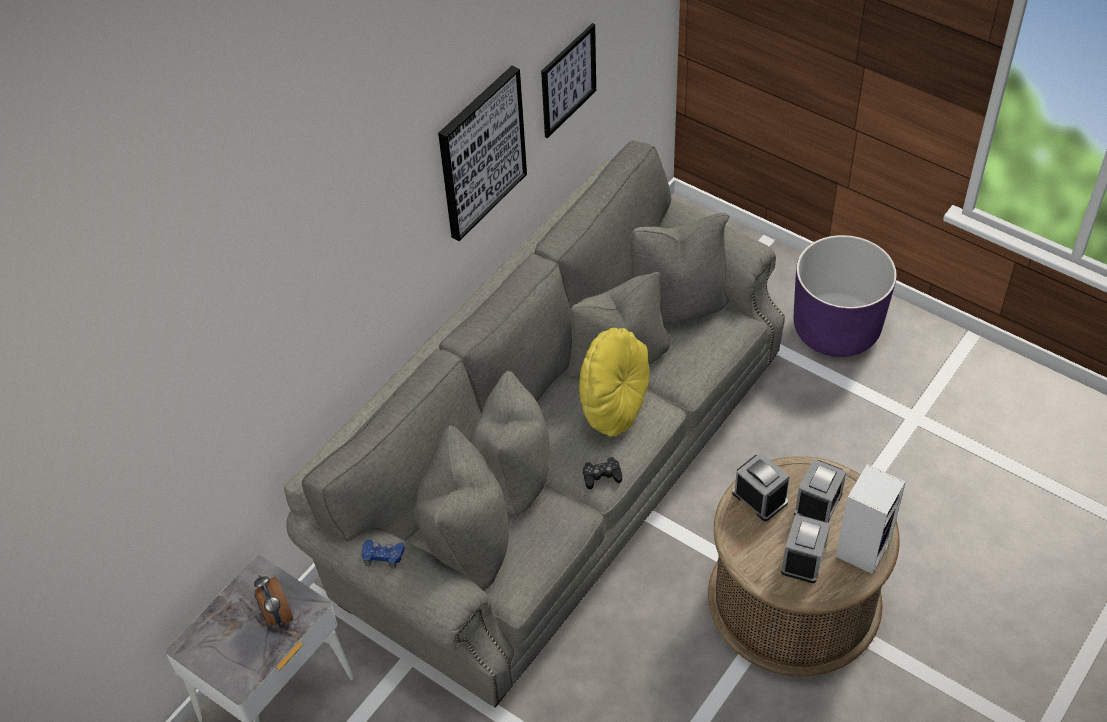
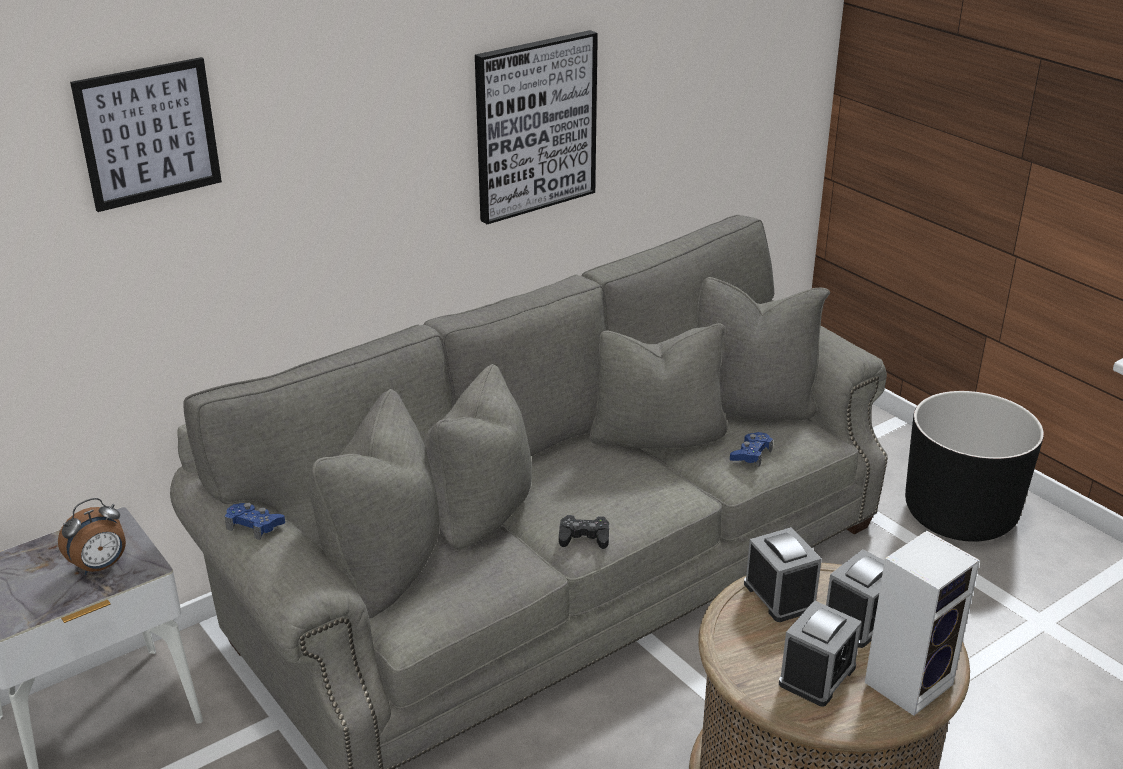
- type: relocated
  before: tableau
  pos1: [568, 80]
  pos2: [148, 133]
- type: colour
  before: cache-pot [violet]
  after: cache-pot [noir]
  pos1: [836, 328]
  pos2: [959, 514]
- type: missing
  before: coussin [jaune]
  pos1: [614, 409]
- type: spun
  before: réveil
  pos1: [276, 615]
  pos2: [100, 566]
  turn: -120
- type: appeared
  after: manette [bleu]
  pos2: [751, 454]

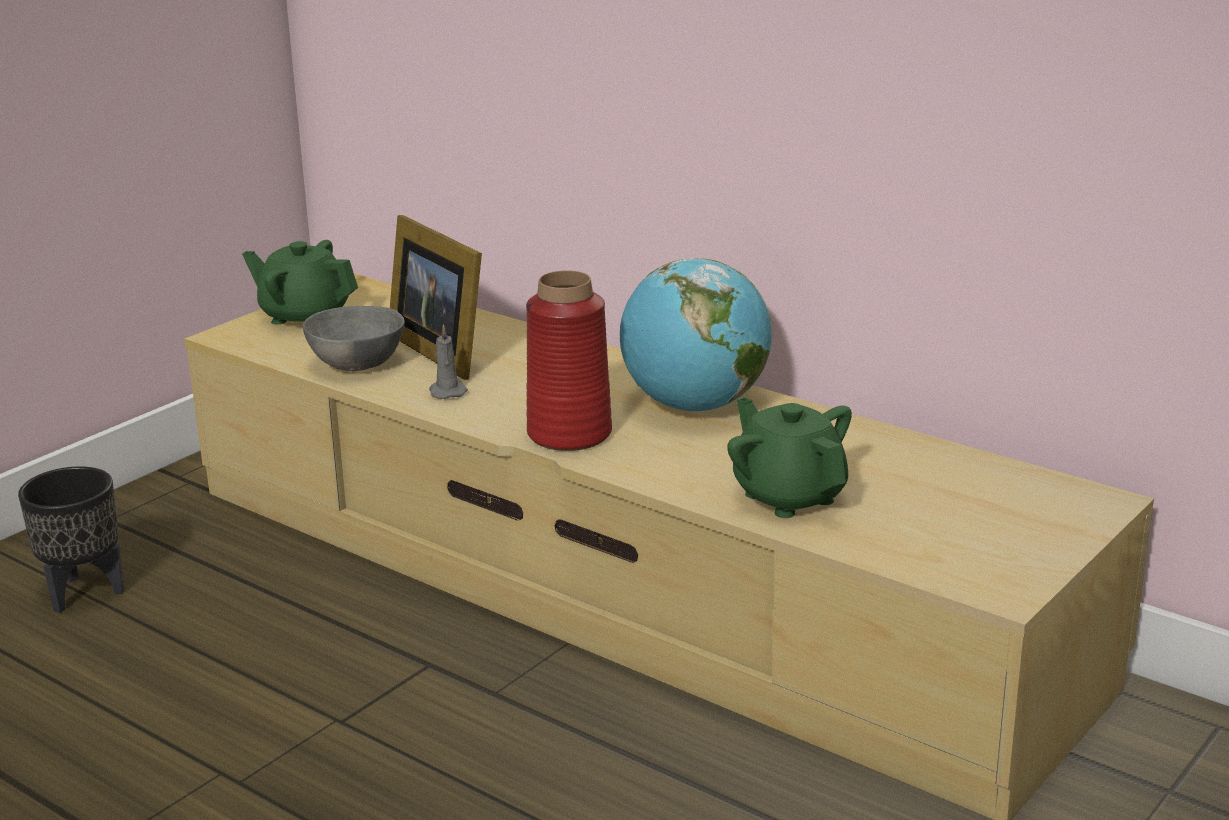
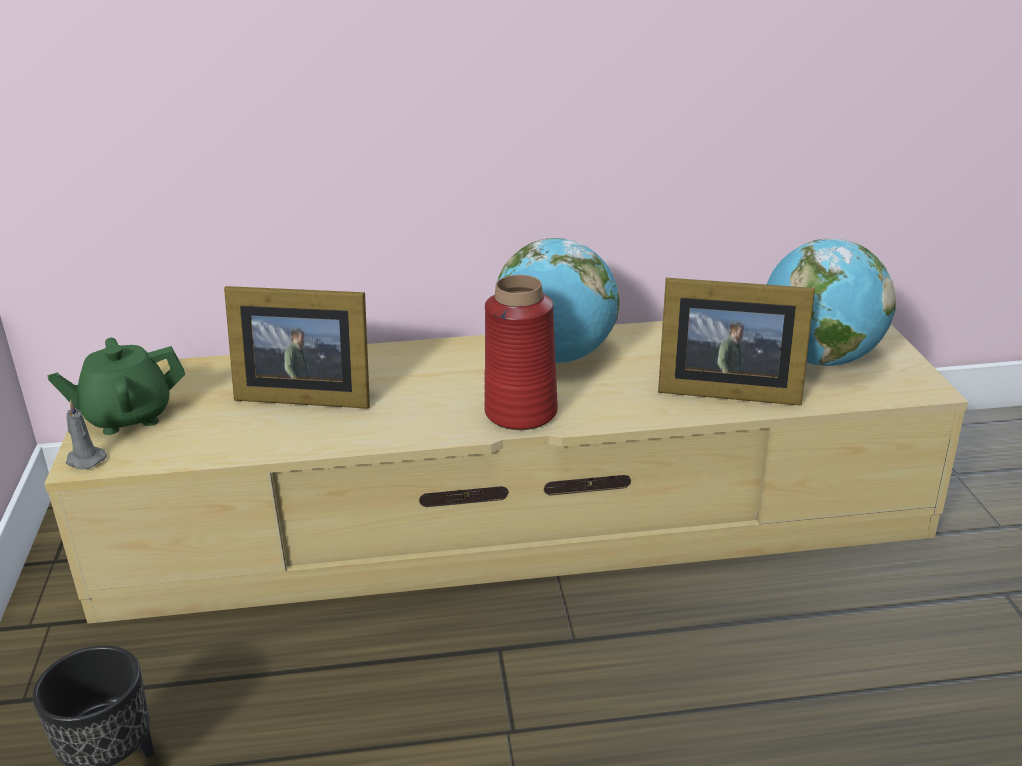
- type: missing
  before: bol [gris]
  pos1: [354, 365]
- type: relocated
  before: bougie [gris]
  pos1: [447, 391]
  pos2: [84, 460]
- type: exchanged
  before: théière [vert]
  after: cadre photo
  pos1: [788, 496]
  pos2: [724, 389]
- type: appeared
  after: globe
  pos2: [819, 359]

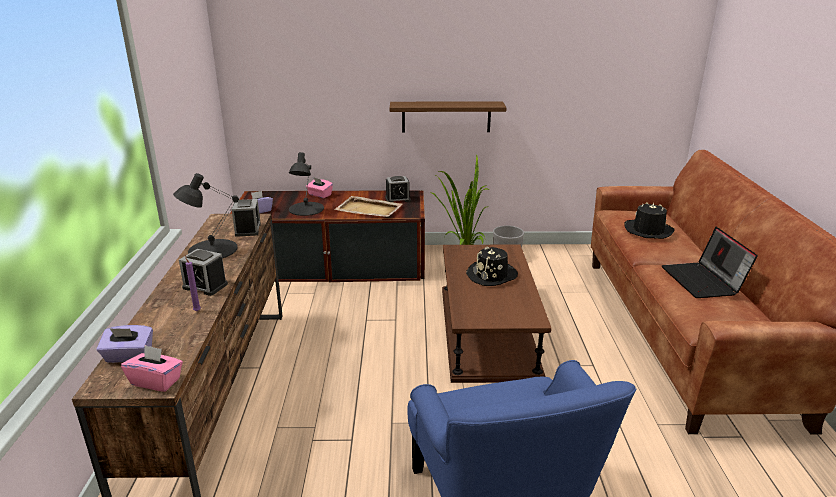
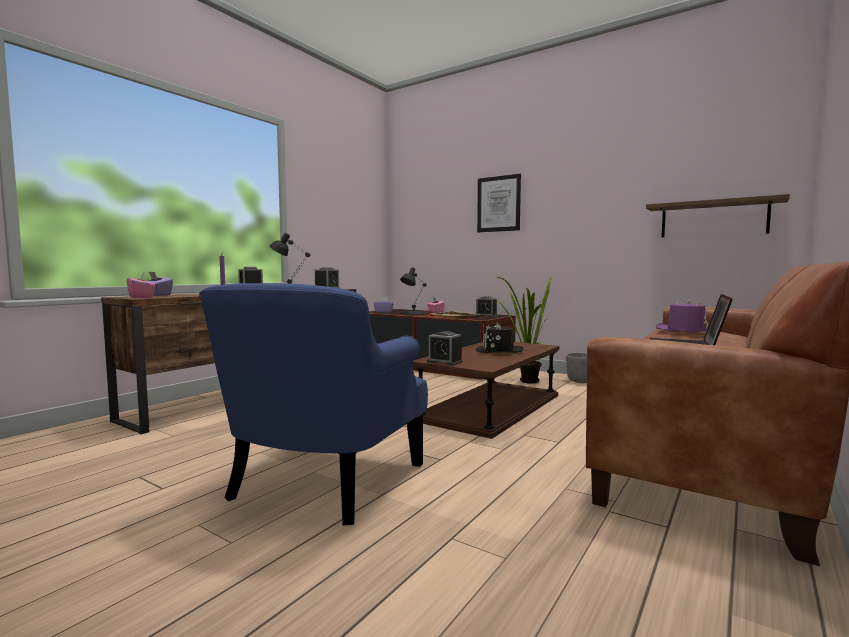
- type: relocated
  before: étagère [marron]
  pos1: [446, 116]
  pos2: [713, 219]
- type: colour
  before: chapeau [noir]
  after: chapeau [violet]
  pos1: [648, 230]
  pos2: [685, 331]
- type: appeared
  after: tableau
  pos2: [498, 204]
- type: appeared
  after: réveil
  pos2: [444, 362]

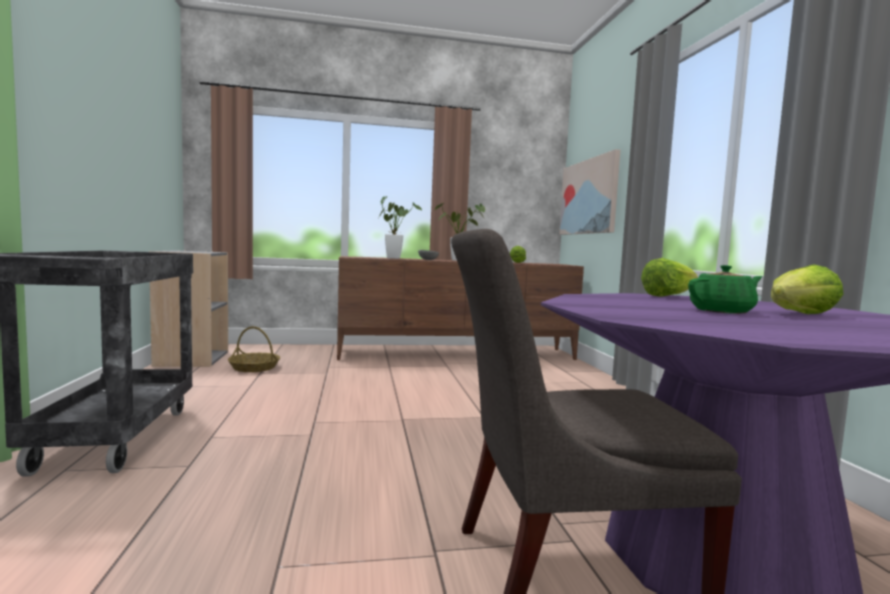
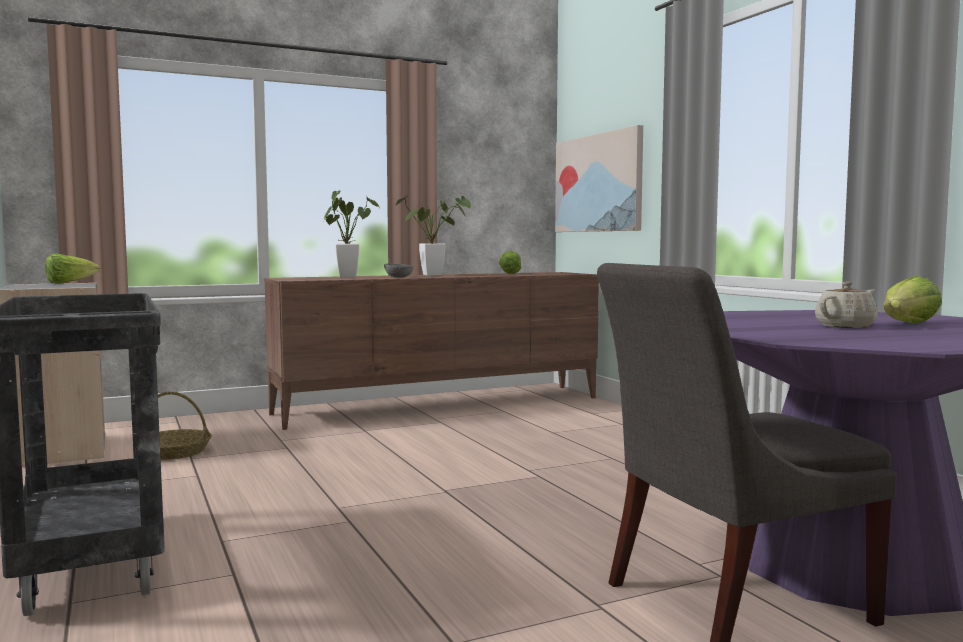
- type: relocated
  before: laitue
  pos1: [668, 296]
  pos2: [69, 283]
- type: colour
  before: théière [vert]
  after: théière [beige]
  pos1: [723, 311]
  pos2: [846, 326]

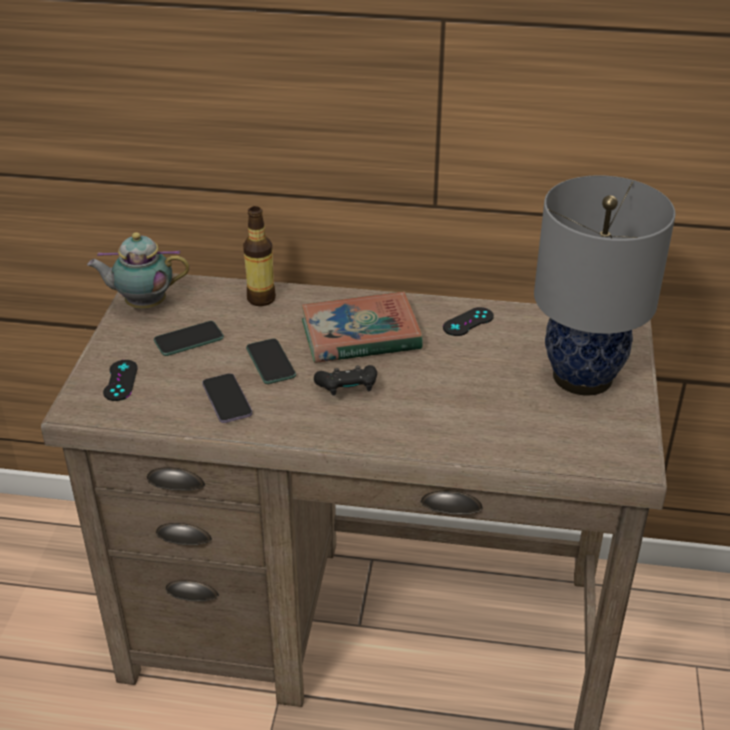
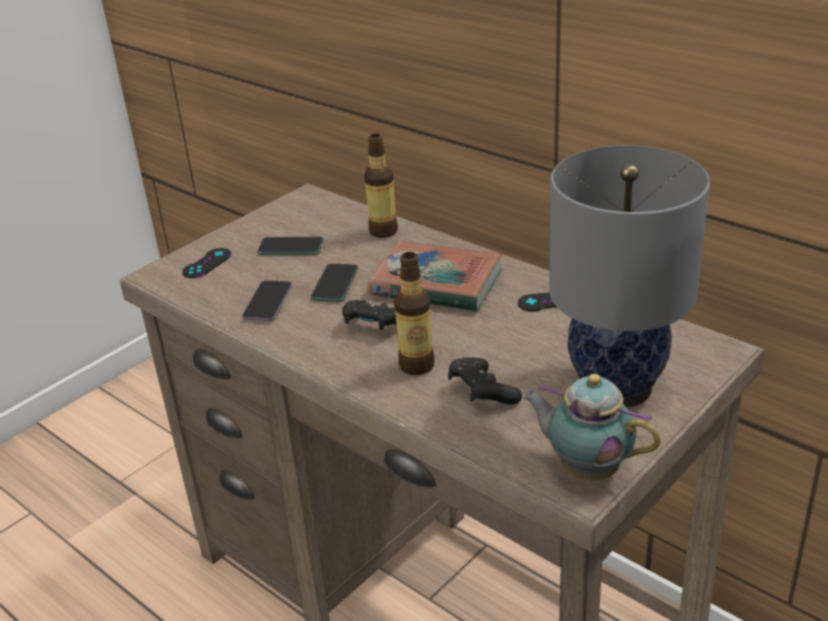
- type: relocated
  before: théière
  pos1: [143, 304]
  pos2: [586, 468]
- type: appeared
  after: bouteille
  pos2: [417, 365]
- type: appeared
  after: manette [noir]
  pos2: [482, 393]

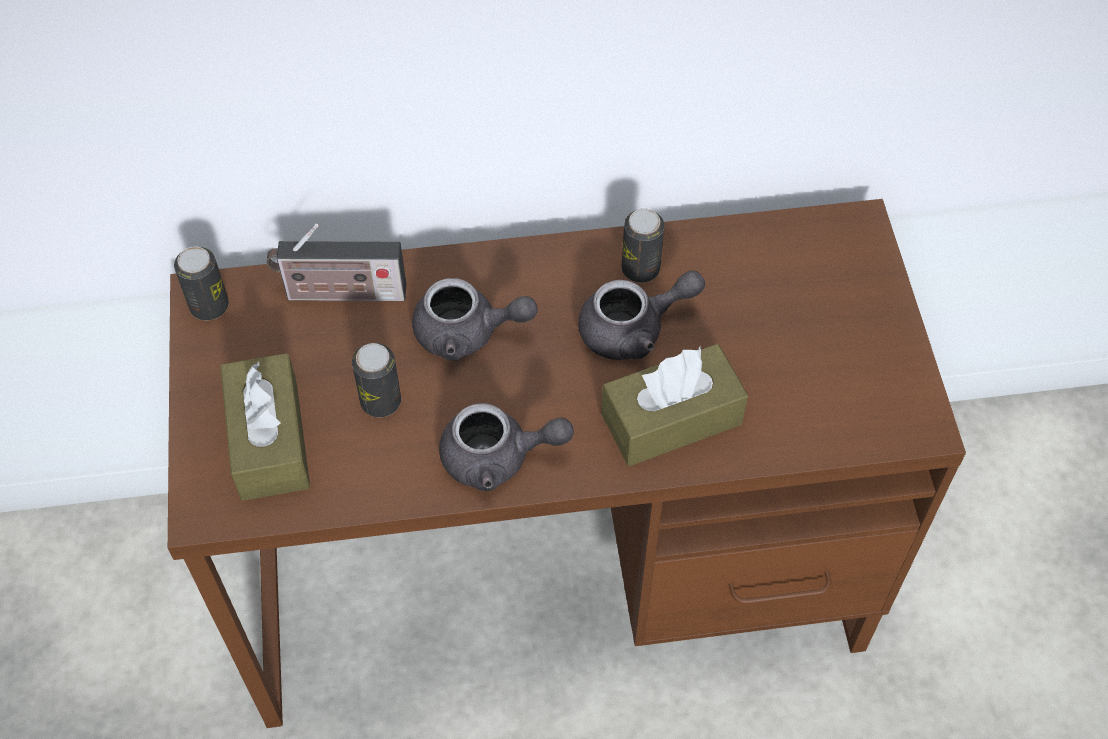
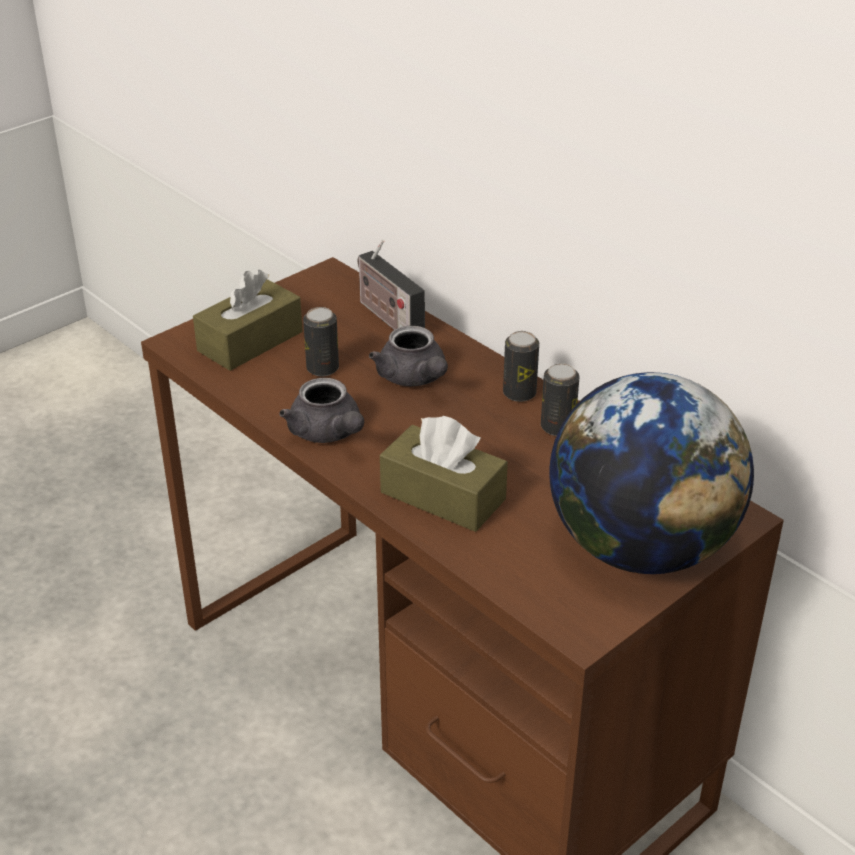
- type: relocated
  before: boîte métallique
  pos1: [209, 306]
  pos2: [519, 393]
- type: missing
  before: théière [gris]
  pos1: [634, 329]
- type: appeared
  after: globe
  pos2: [641, 547]

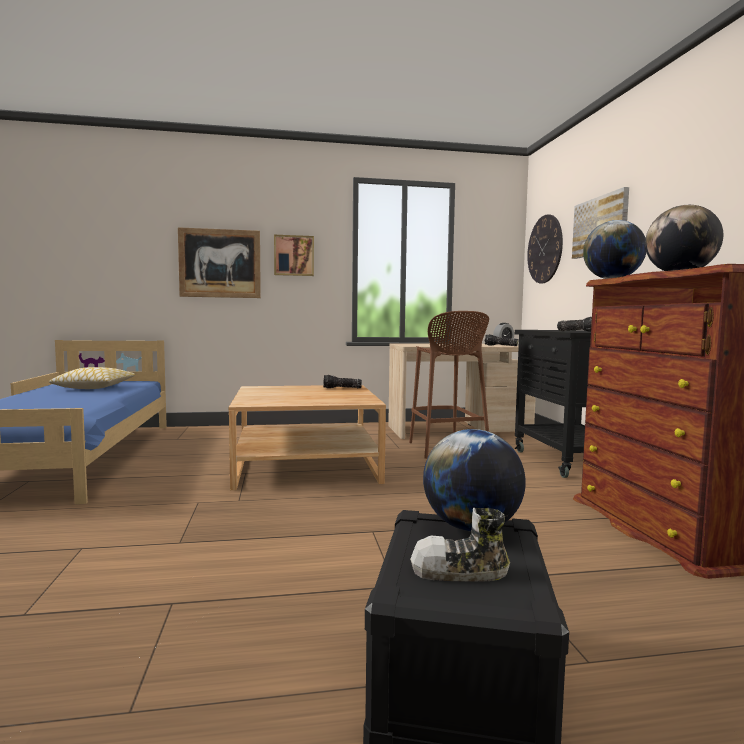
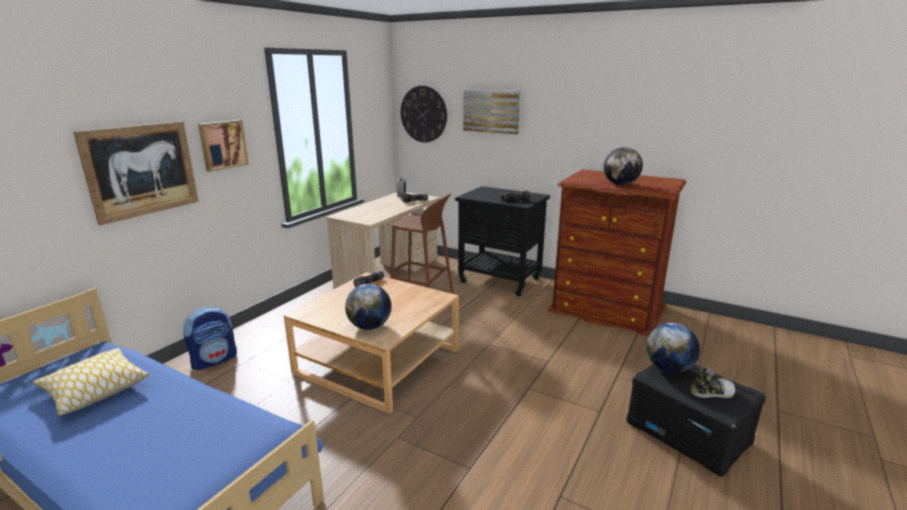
- type: relocated
  before: globe
  pos1: [612, 279]
  pos2: [370, 326]
- type: spun
  before: chaussure
  pos1: [459, 571]
  pos2: [711, 392]
  turn: -135
- type: appeared
  after: sac à dos
  pos2: [214, 360]

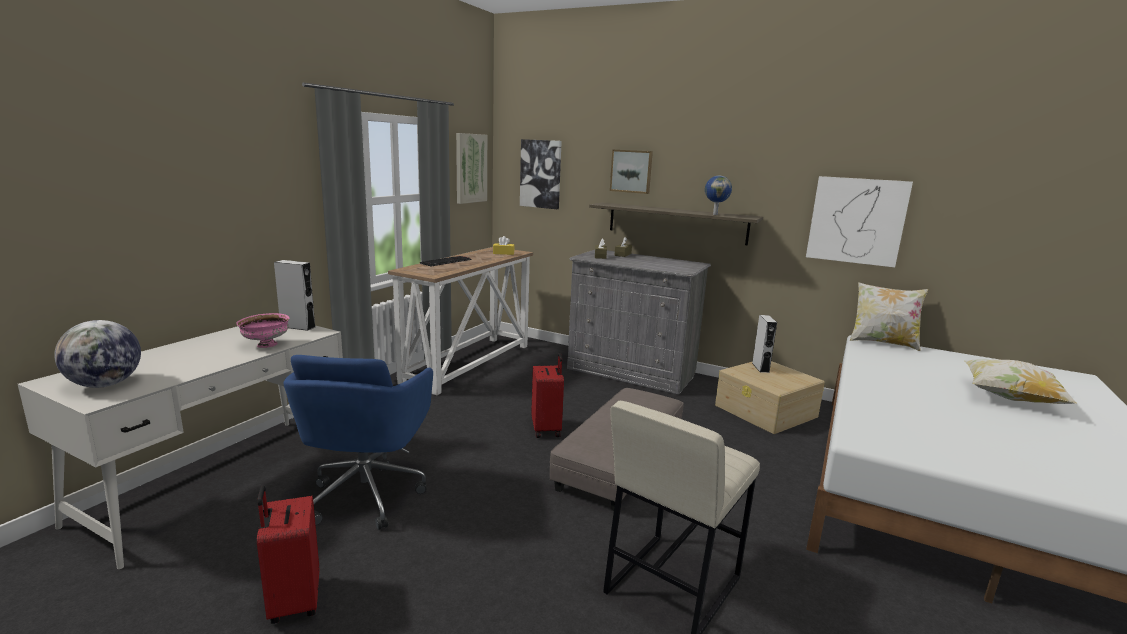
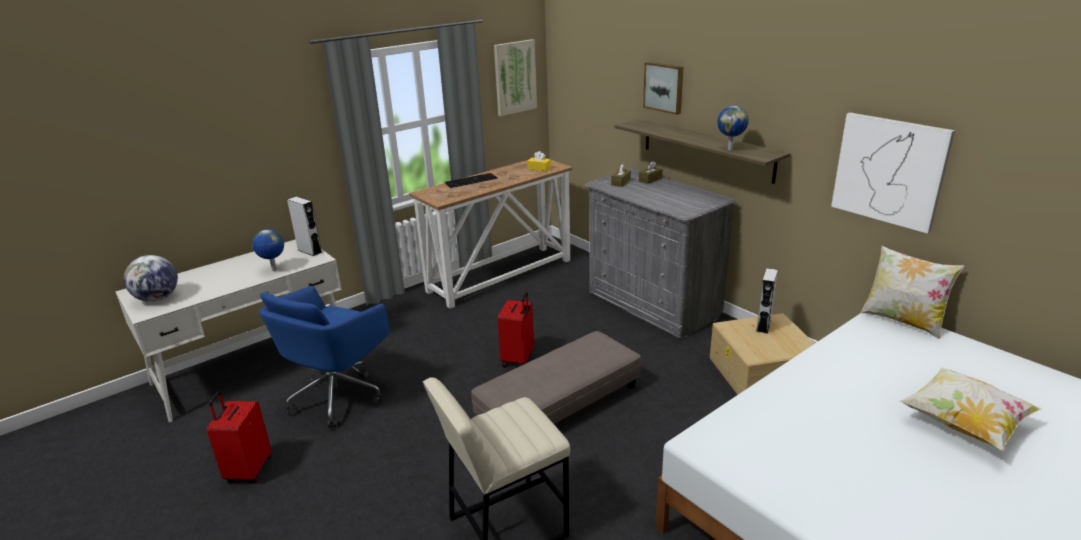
- type: missing
  before: tableau
  pos1: [541, 174]
- type: exchanged
  before: bol [rose]
  after: globe
  pos1: [266, 345]
  pos2: [274, 270]

